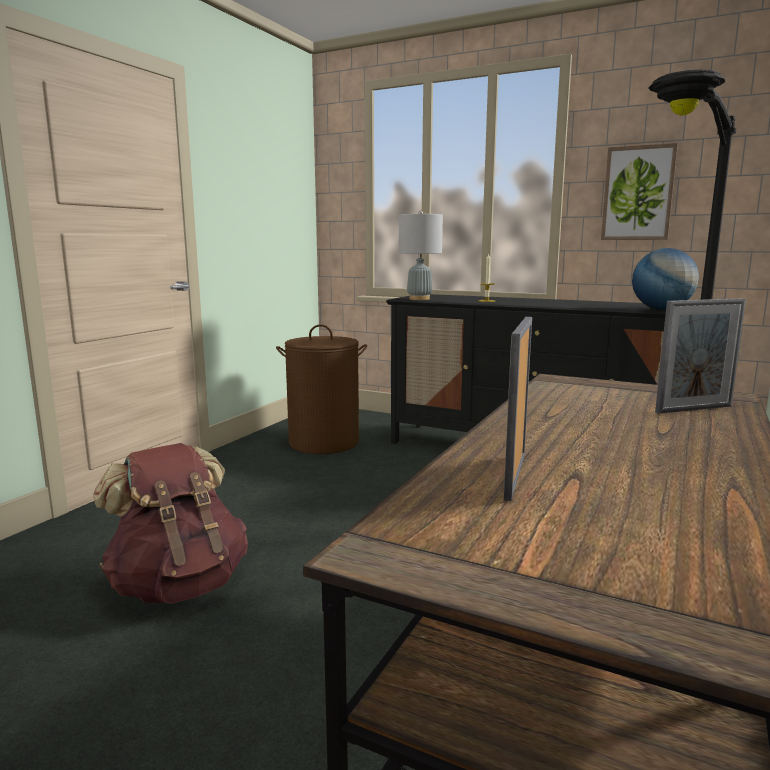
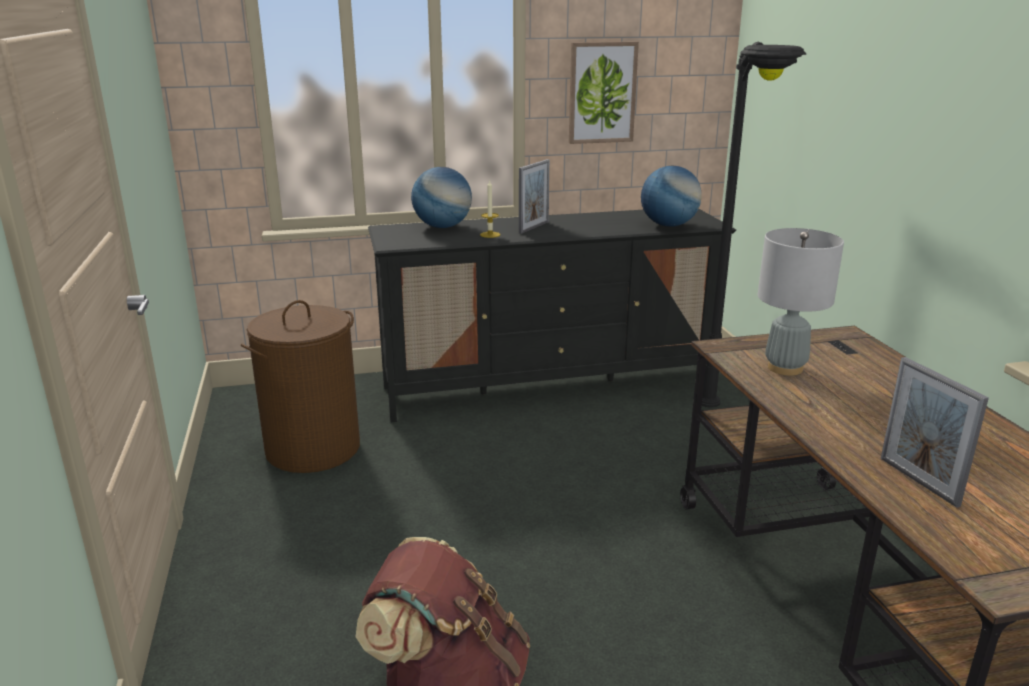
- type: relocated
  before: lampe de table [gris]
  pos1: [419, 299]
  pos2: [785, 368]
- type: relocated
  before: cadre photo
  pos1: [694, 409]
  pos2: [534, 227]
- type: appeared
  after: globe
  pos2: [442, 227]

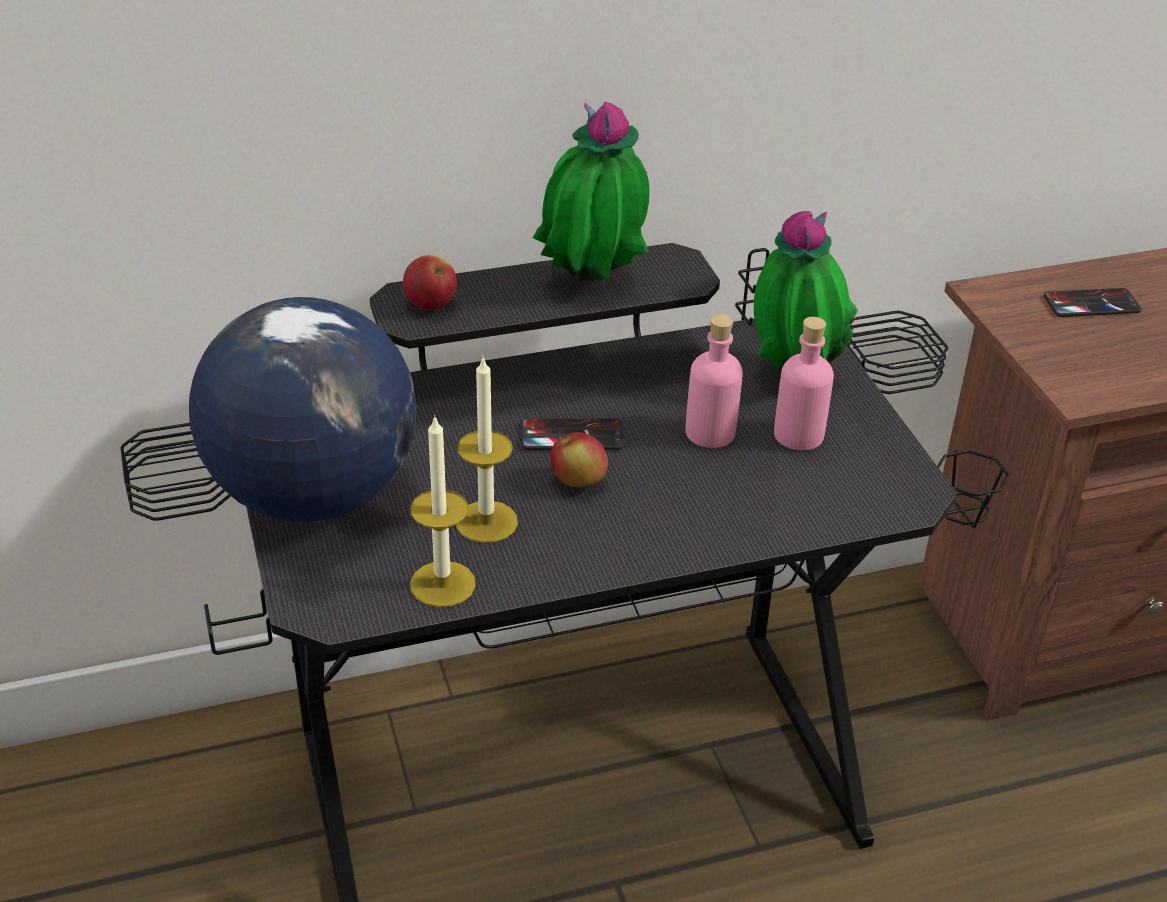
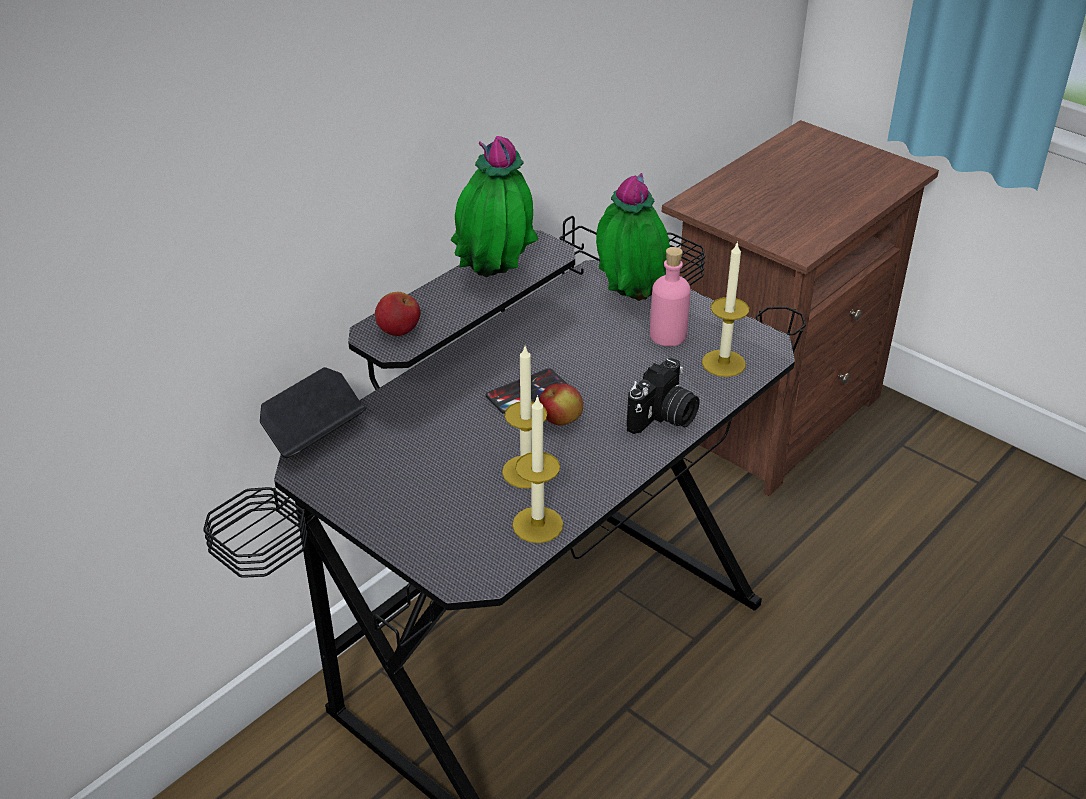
- type: missing
  before: téléphone
  pos1: [1091, 304]
- type: missing
  before: globe
  pos1: [314, 493]
- type: missing
  before: bouteille [rose]
  pos1: [710, 432]
- type: appeared
  after: bougie
  pos2: [723, 363]
- type: appeared
  after: appareil photo
  pos2: [663, 418]

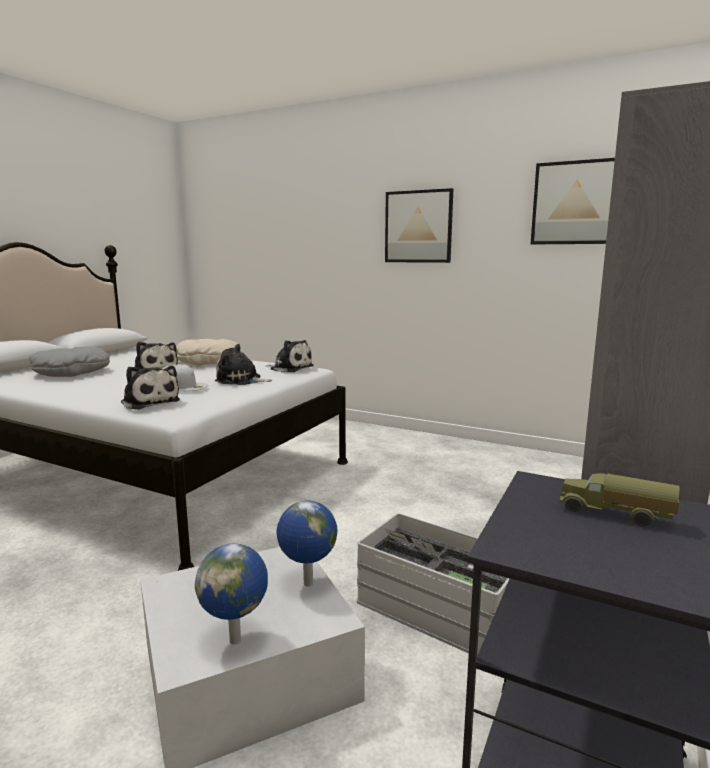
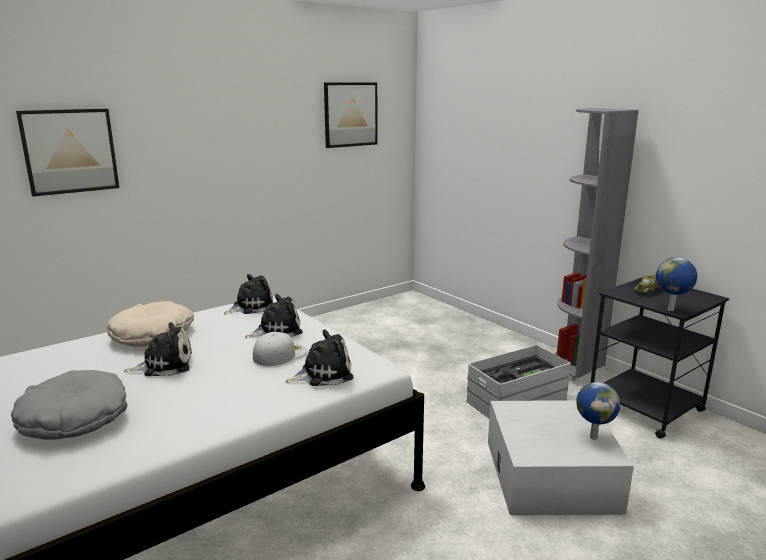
- type: relocated
  before: tableau
  pos1: [418, 227]
  pos2: [70, 151]
- type: spun
  before: peluche
  pos1: [241, 380]
  pos2: [276, 330]
  turn: -150
- type: relocated
  before: globe
  pos1: [307, 584]
  pos2: [671, 310]

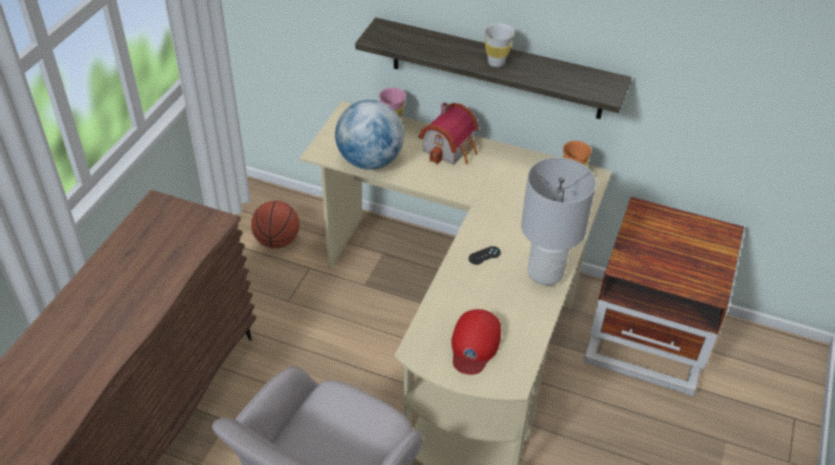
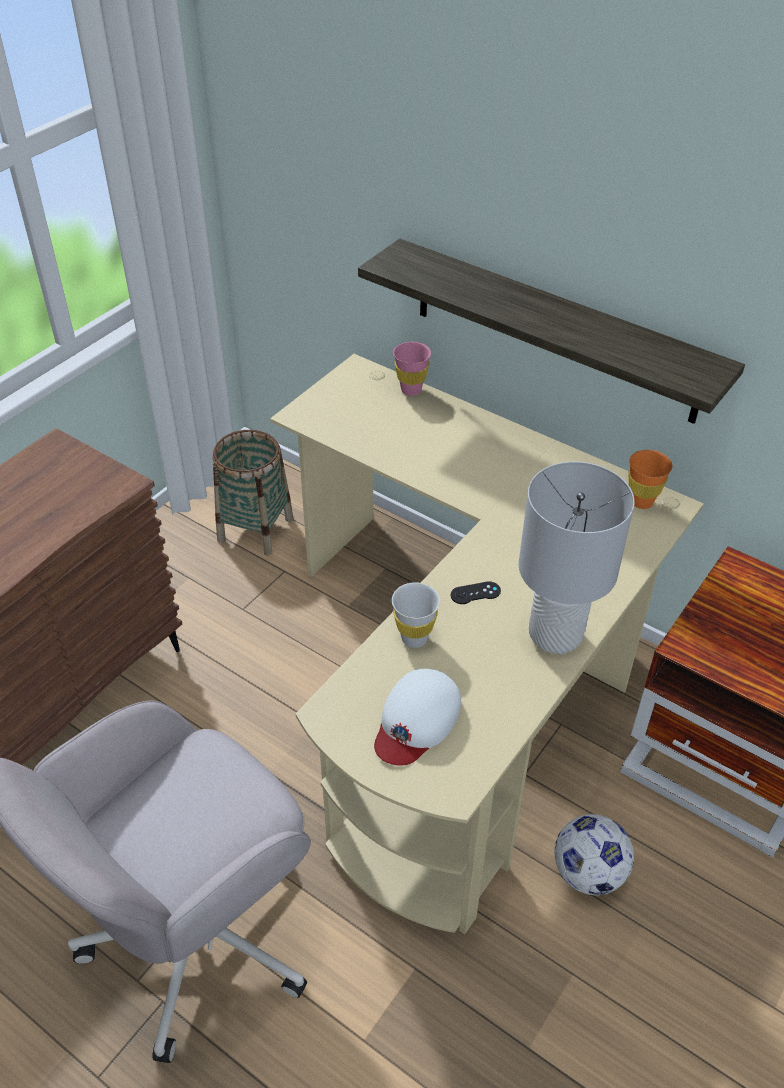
- type: relocated
  before: tasse [blanc]
  pos1: [496, 62]
  pos2: [414, 638]
- type: missing
  before: globe
  pos1: [370, 161]
- type: missing
  before: maison miniature
  pos1: [451, 149]
- type: exchanged
  before: ballon de basket
  after: panier
  pos1: [277, 241]
  pos2: [255, 529]
- type: colour
  before: casquette [rouge]
  after: casquette [blanc]
  pos1: [474, 344]
  pos2: [416, 720]
- type: appeared
  after: ballon de foot
  pos2: [588, 872]

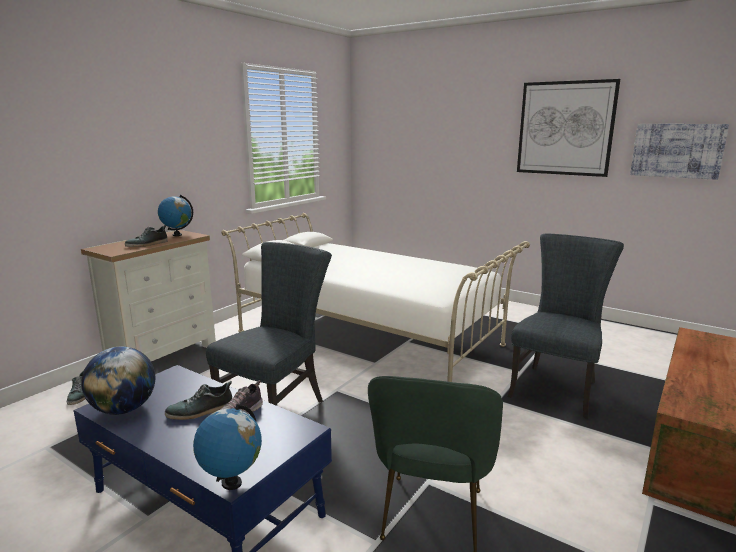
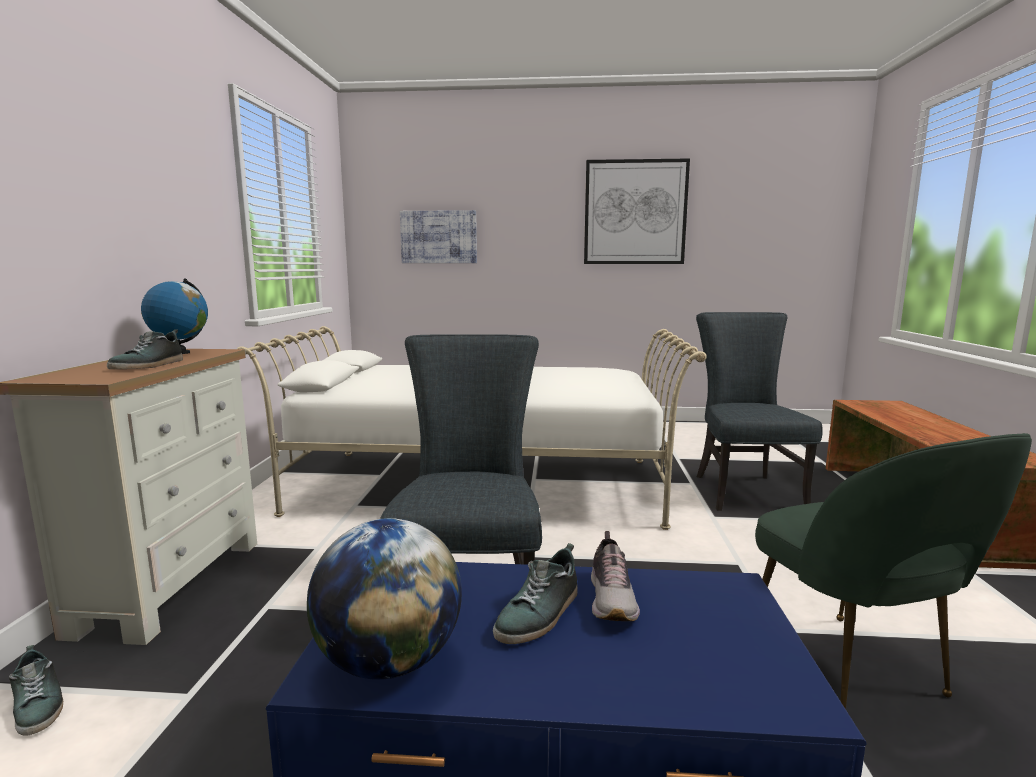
- type: relocated
  before: tableau
  pos1: [677, 150]
  pos2: [438, 237]
- type: missing
  before: globe
  pos1: [231, 483]

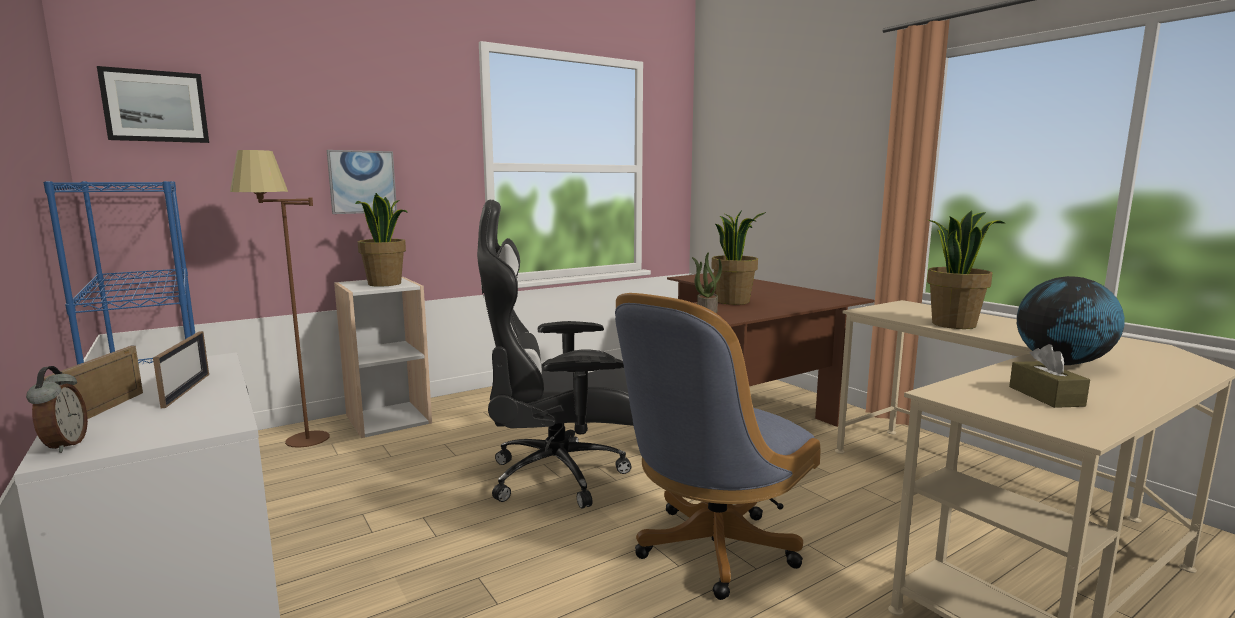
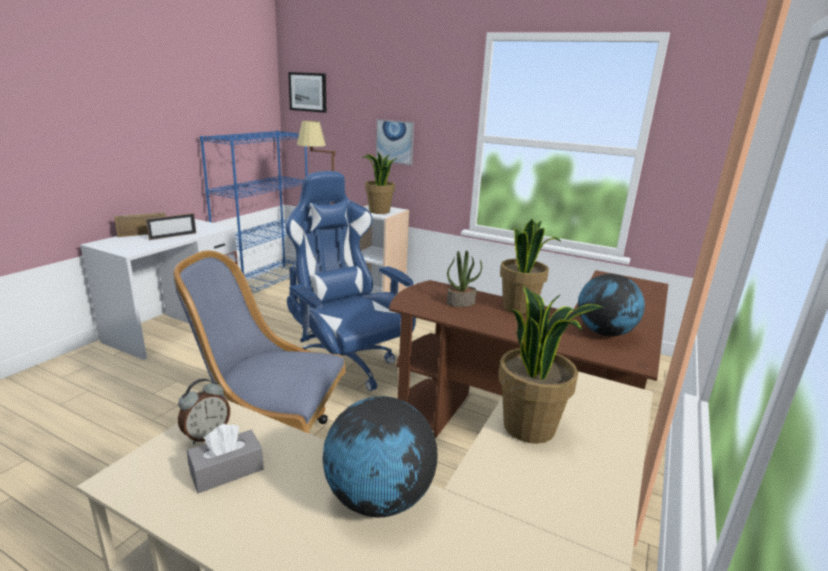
- type: colour
  before: chaise de bureau [noir]
  after: chaise de bureau [bleu]
  pos1: [566, 475]
  pos2: [349, 370]
- type: colour
  before: boîte à mouchoirs [marron]
  after: boîte à mouchoirs [gris]
  pos1: [1045, 396]
  pos2: [227, 471]
- type: relocated
  before: réveil
  pos1: [64, 445]
  pos2: [206, 435]
- type: appeared
  after: globe
  pos2: [604, 333]

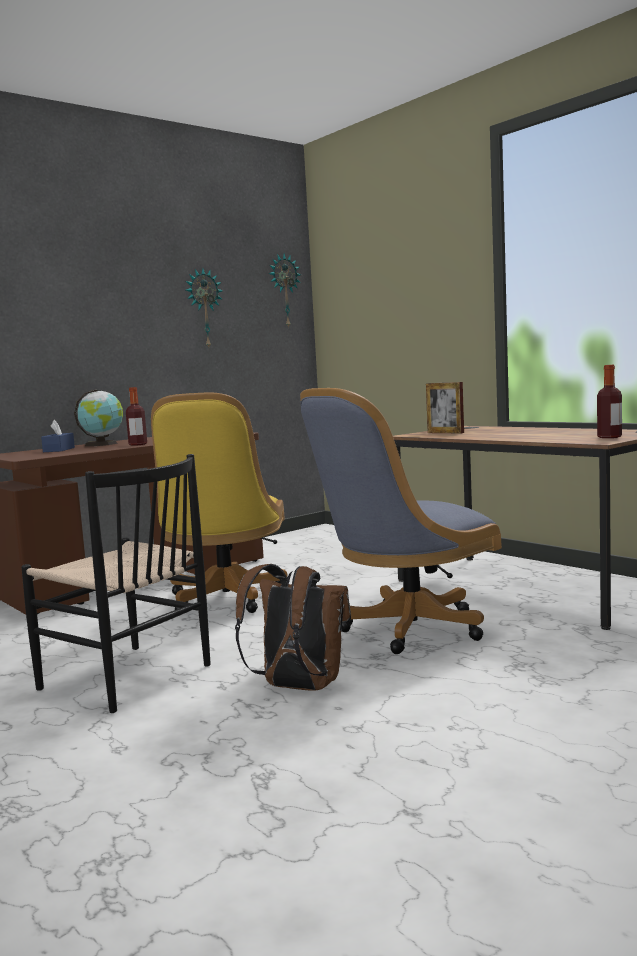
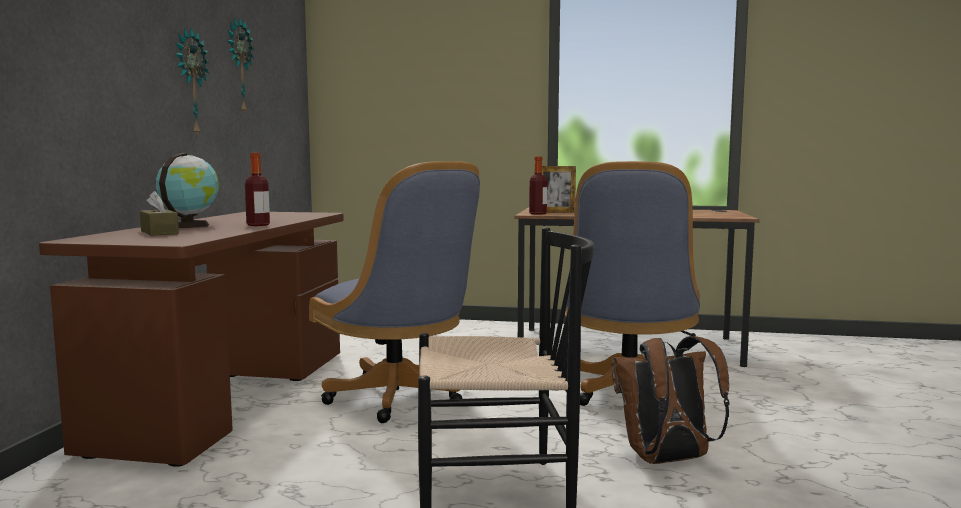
- type: relocated
  before: horloge murale
  pos1: [284, 291]
  pos2: [190, 83]
- type: relocated
  before: bouteille
  pos1: [609, 437]
  pos2: [537, 214]
- type: colour
  before: chaise de bureau [jaune]
  after: chaise de bureau [bleu]
  pos1: [225, 602]
  pos2: [402, 401]
- type: colour
  before: boîte à mouchoirs [bleu]
  after: boîte à mouchoirs [marron]
  pos1: [59, 450]
  pos2: [159, 232]

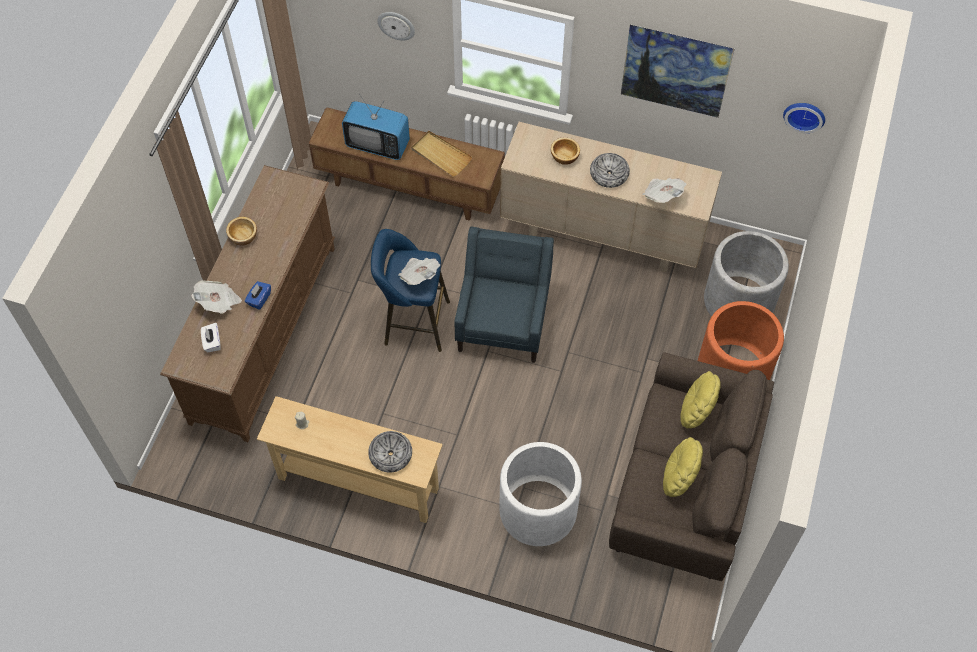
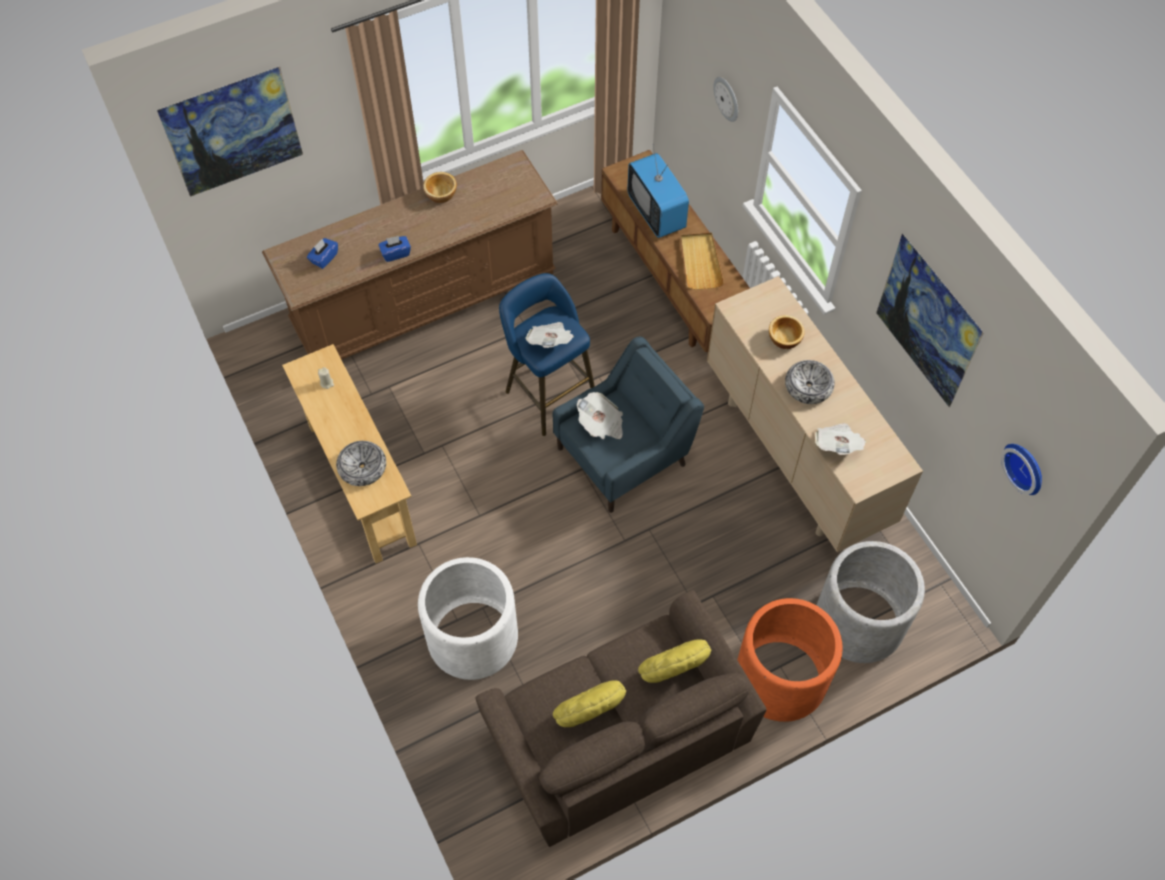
- type: relocated
  before: journal
  pos1: [219, 302]
  pos2: [601, 424]
- type: colour
  before: boîte à mouchoirs [blanc]
  after: boîte à mouchoirs [bleu]
  pos1: [212, 342]
  pos2: [324, 258]
- type: appeared
  after: tableau
  pos2: [240, 154]

